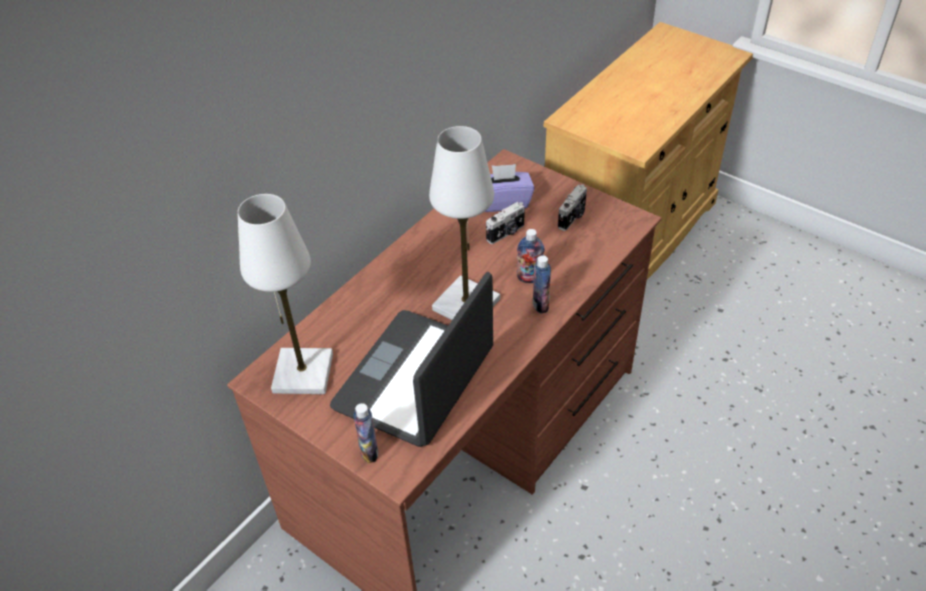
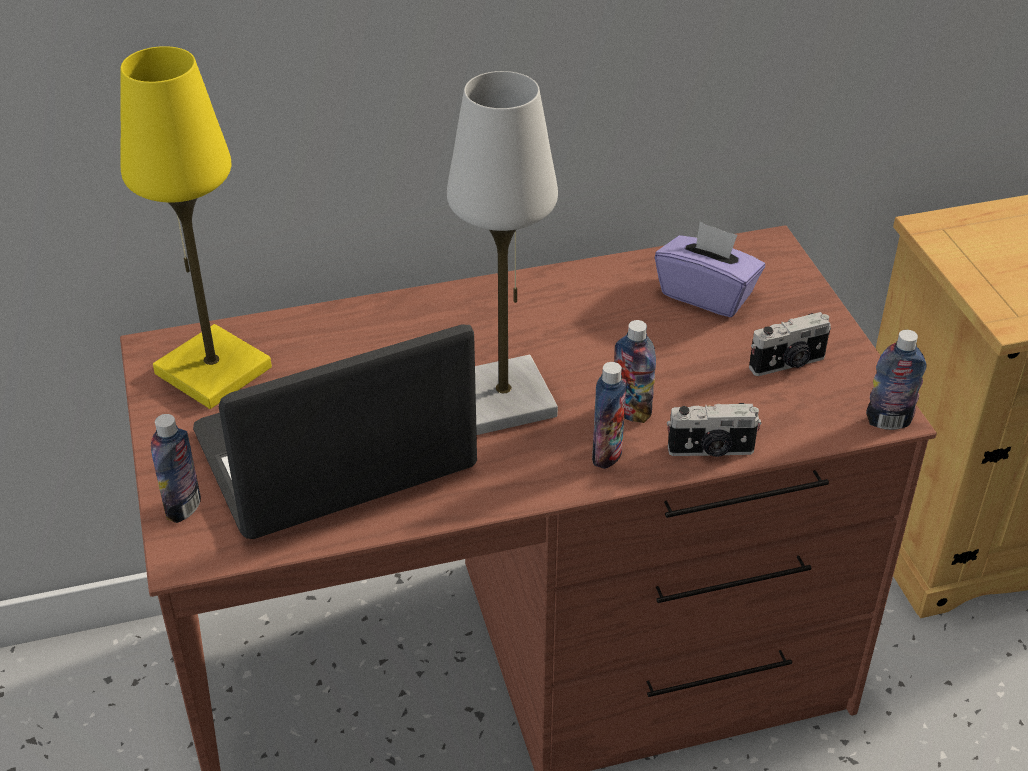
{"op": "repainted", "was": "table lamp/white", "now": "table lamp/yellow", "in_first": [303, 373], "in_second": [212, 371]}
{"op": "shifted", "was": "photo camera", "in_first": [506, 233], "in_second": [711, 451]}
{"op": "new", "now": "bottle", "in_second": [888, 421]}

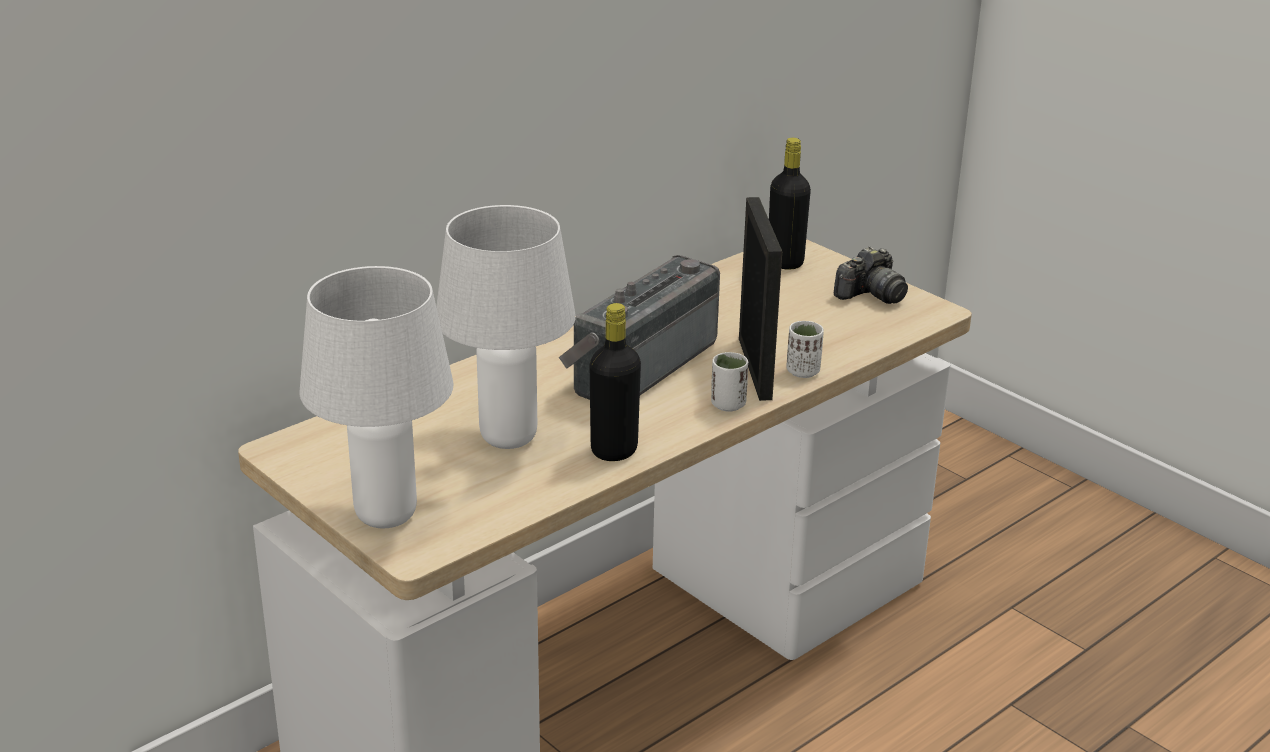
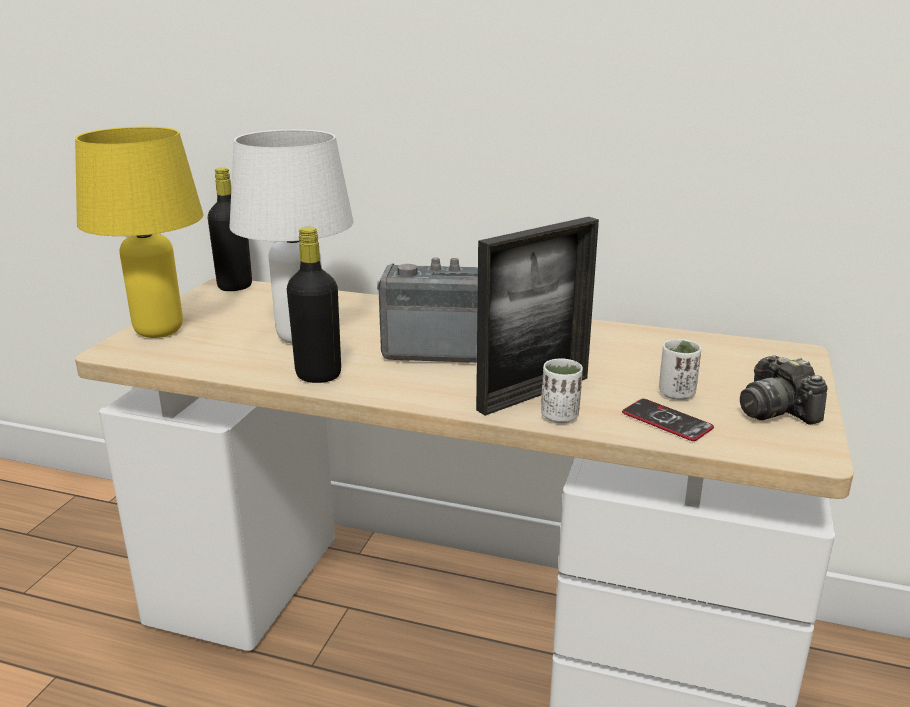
{"op": "shifted", "was": "bottle/black", "in_first": [785, 262], "in_second": [235, 286]}
{"op": "rotated", "was": "photo camera", "in_first": [871, 295], "in_second": [776, 410], "clockwise": 45}
{"op": "repainted", "was": "table lamp/white", "now": "table lamp/yellow", "in_first": [387, 514], "in_second": [160, 331]}
{"op": "shifted", "was": "cup/white", "in_first": [728, 405], "in_second": [676, 394]}
{"op": "new", "now": "phone", "in_second": [666, 421]}

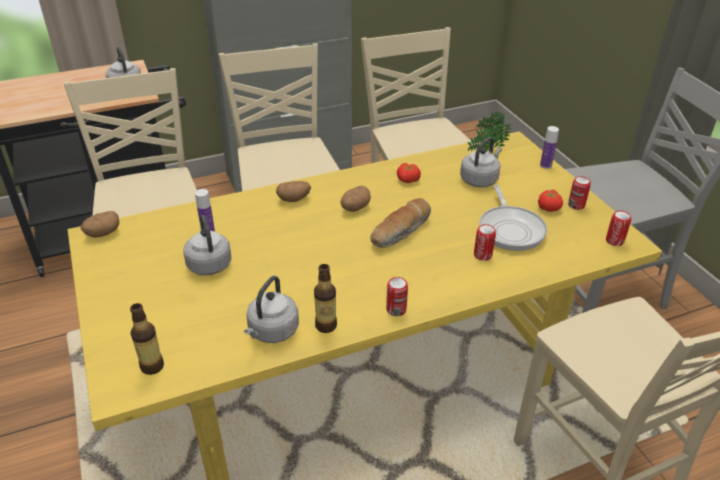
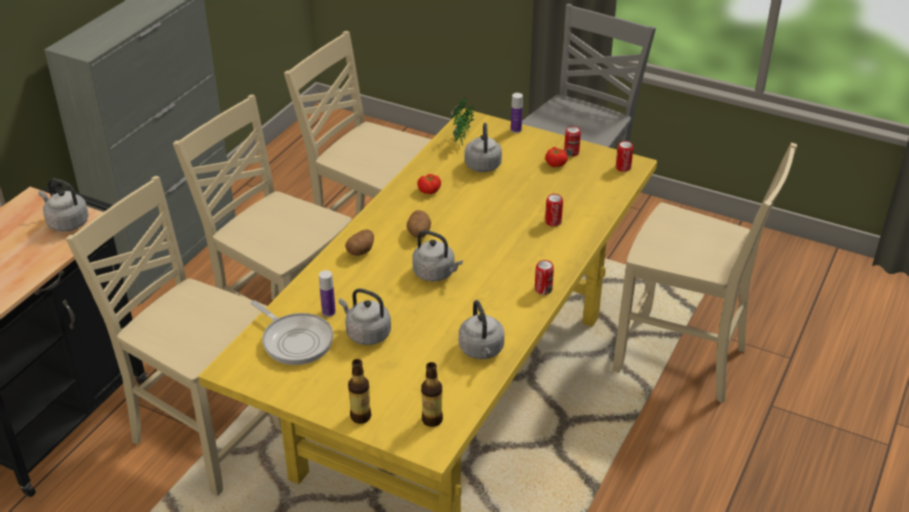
{"op": "shifted", "was": "frying pan", "in_first": [510, 229], "in_second": [295, 340]}
{"op": "gone", "was": "bread", "in_first": [401, 231]}
{"op": "gone", "was": "potato", "in_first": [103, 233]}
{"op": "shifted", "was": "bottle", "in_first": [326, 325], "in_second": [361, 416]}
{"op": "new", "now": "kettle/grey", "in_second": [436, 273]}

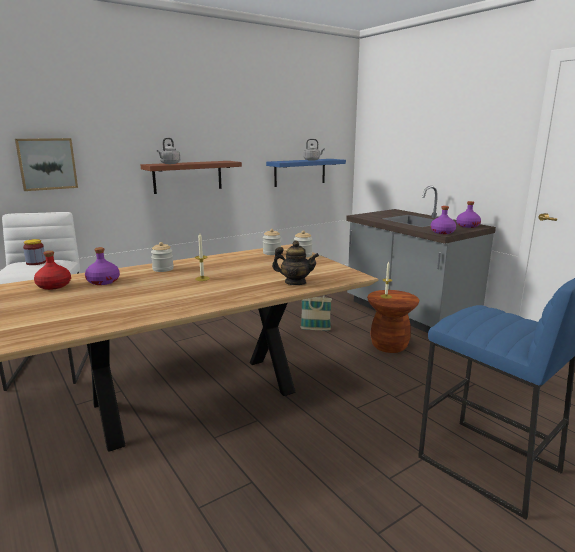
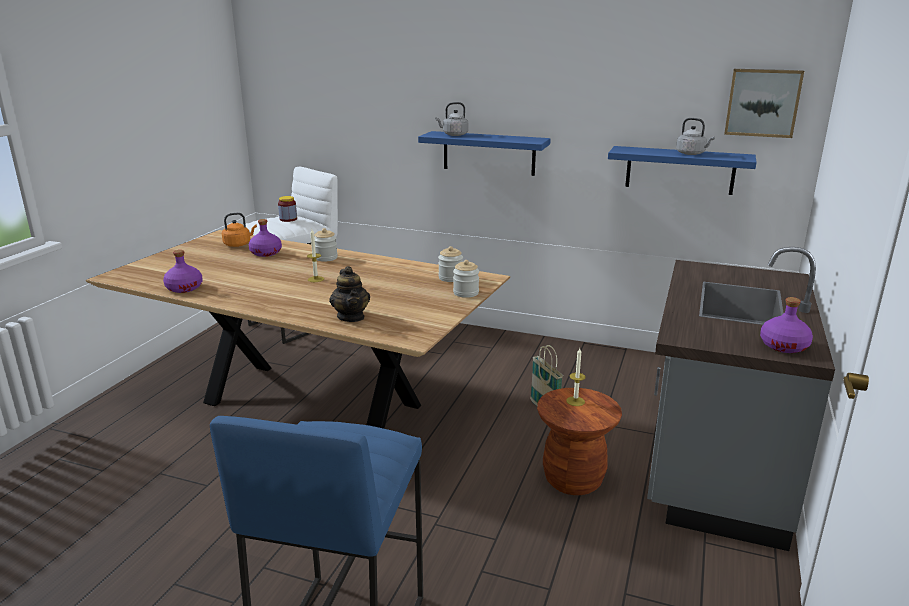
{"op": "shifted", "was": "picture", "in_first": [47, 164], "in_second": [762, 102]}
{"op": "repainted", "was": "shelf/brown", "now": "shelf/blue", "in_first": [188, 176], "in_second": [489, 153]}
{"op": "shifted", "was": "bottle/purple", "in_first": [442, 232], "in_second": [184, 288]}
{"op": "swapped", "was": "bottle/red", "now": "kettle/orange", "in_first": [54, 286], "in_second": [238, 244]}

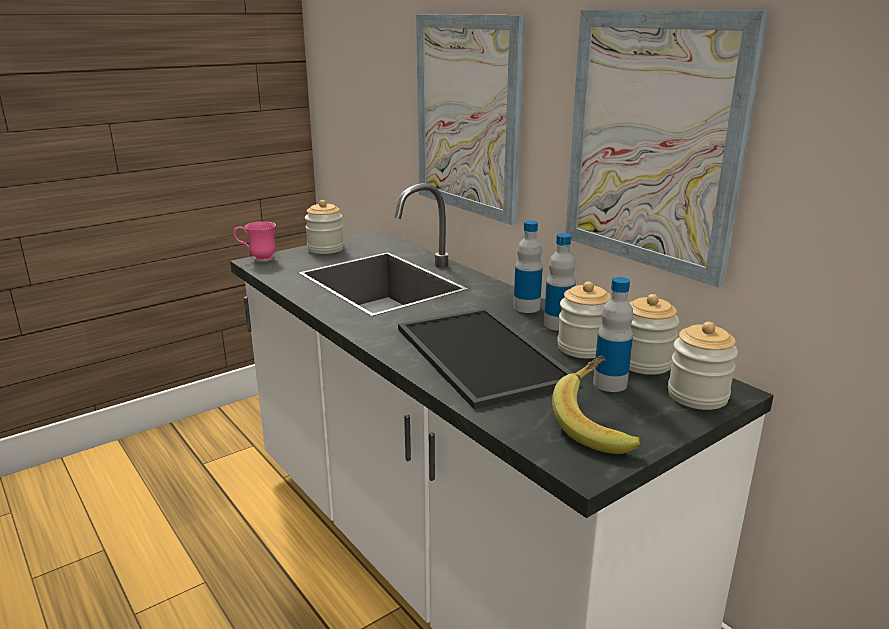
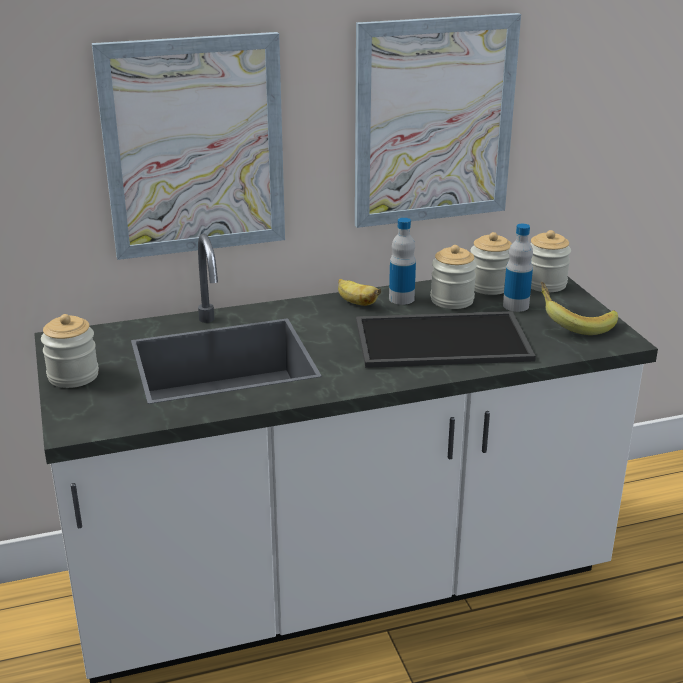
{"op": "swapped", "was": "bottle", "now": "banana", "in_first": [526, 307], "in_second": [356, 302]}
{"op": "gone", "was": "mug/pink", "in_first": [258, 259]}

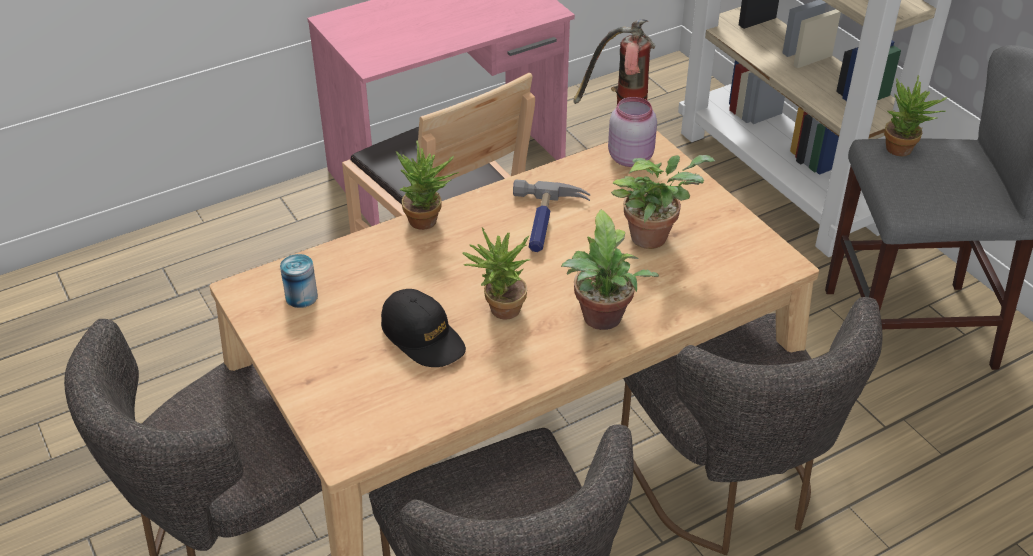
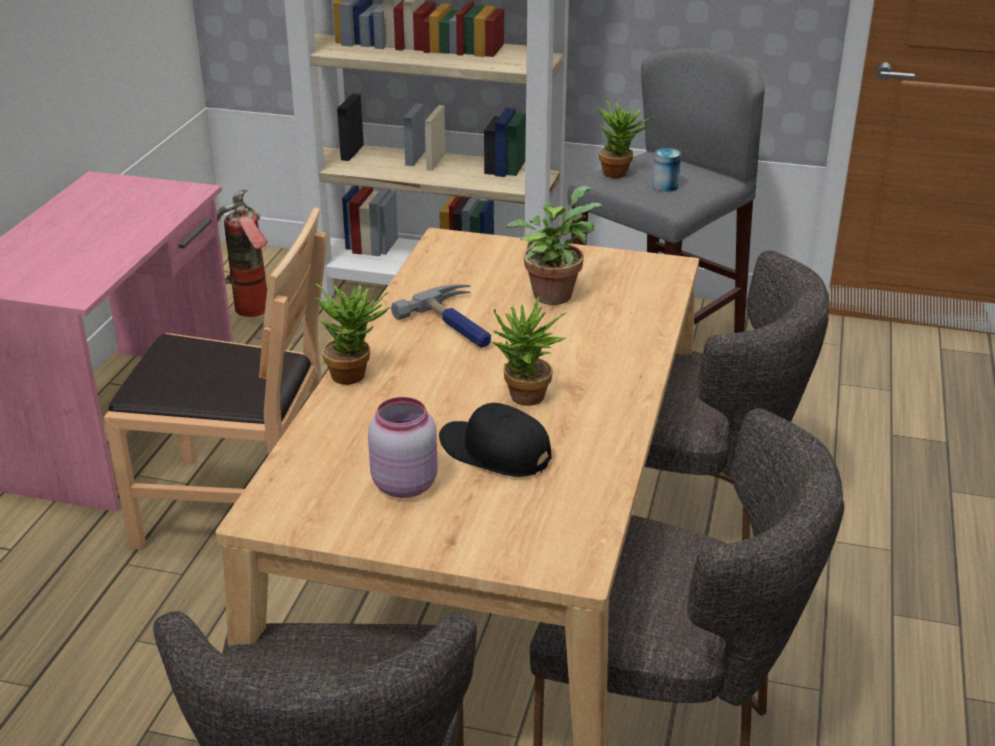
{"op": "shifted", "was": "jar/pink", "in_first": [631, 157], "in_second": [404, 483]}
{"op": "gone", "was": "potted plant", "in_first": [602, 321]}
{"op": "shifted", "was": "can", "in_first": [301, 296], "in_second": [665, 186]}
{"op": "rotated", "was": "cap/black", "in_first": [423, 337], "in_second": [495, 452], "clockwise": -150}

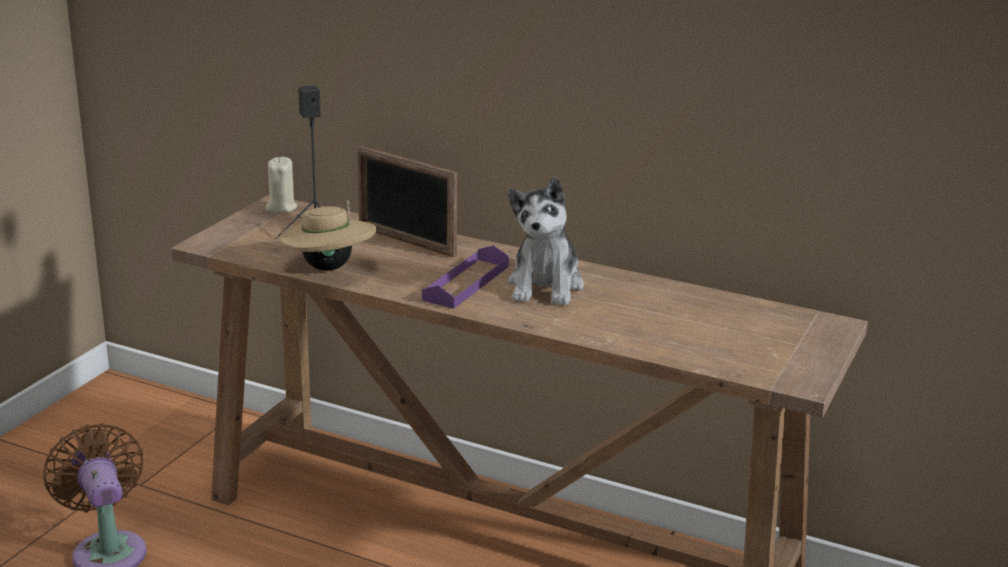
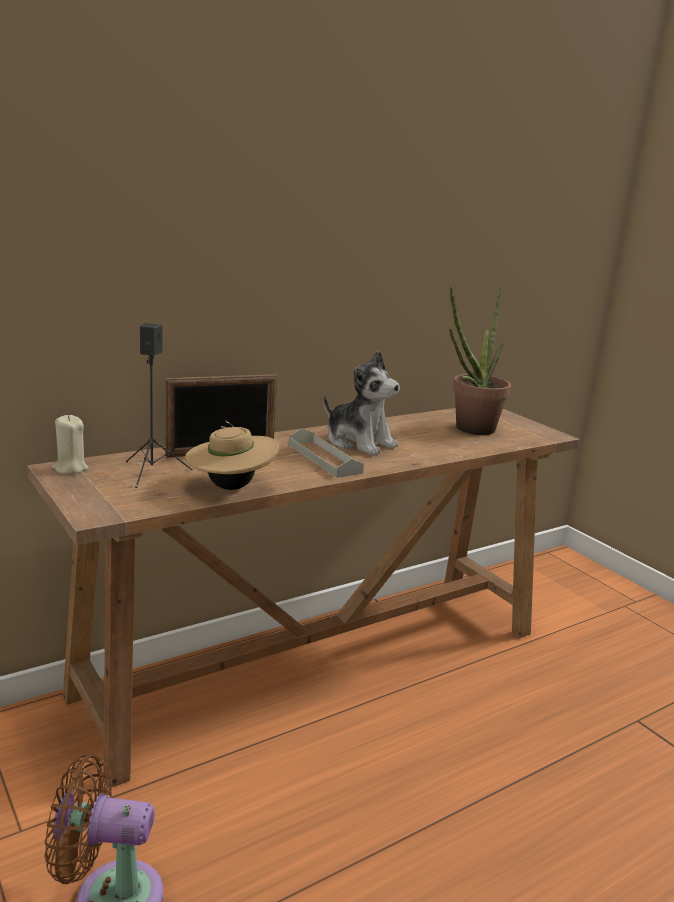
{"op": "repainted", "was": "tray/purple", "now": "tray/grey", "in_first": [466, 283], "in_second": [324, 458]}
{"op": "new", "now": "potted plant", "in_second": [469, 430]}

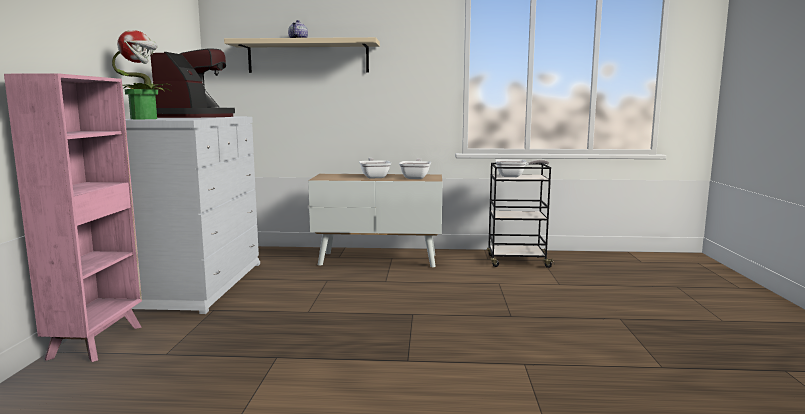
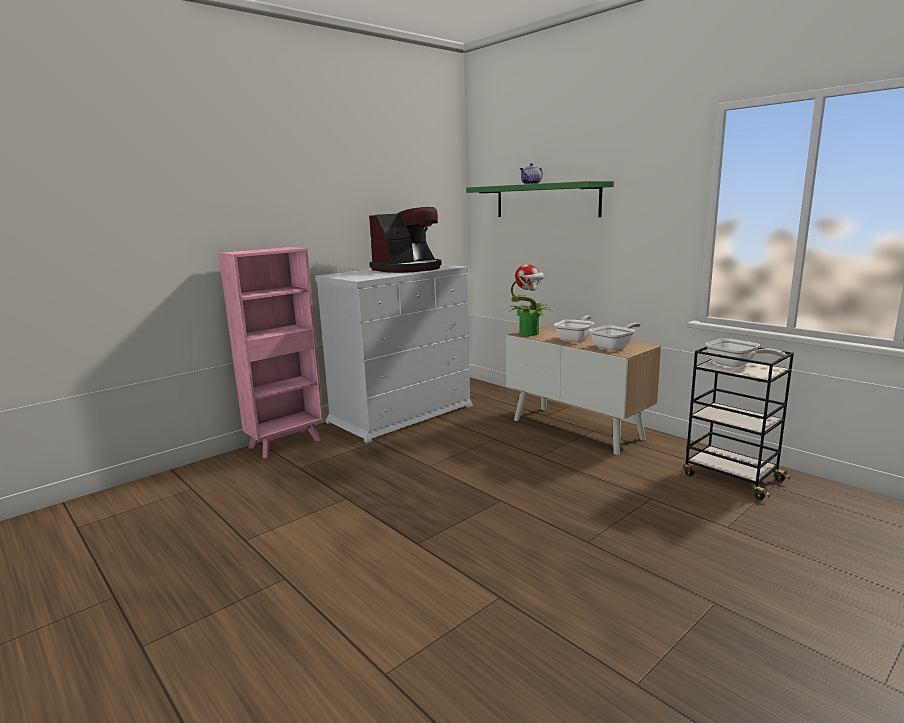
{"op": "shifted", "was": "potted plant", "in_first": [145, 119], "in_second": [530, 333]}
{"op": "repainted", "was": "shelf/beige", "now": "shelf/green", "in_first": [308, 57], "in_second": [546, 200]}

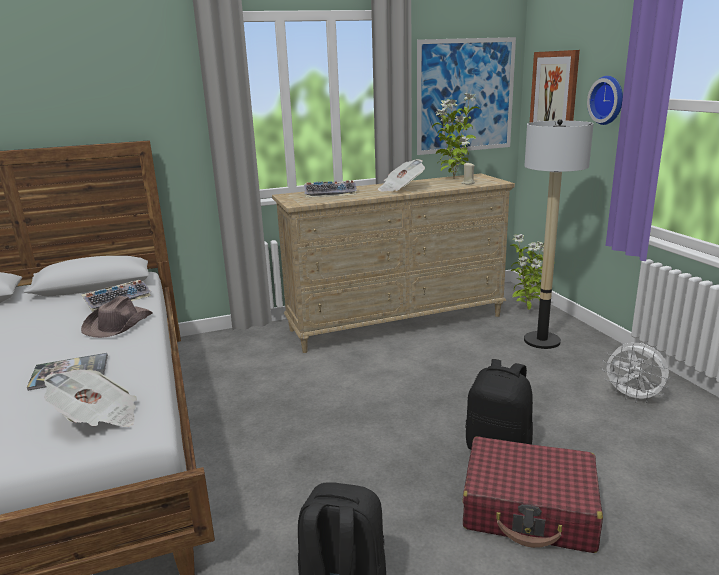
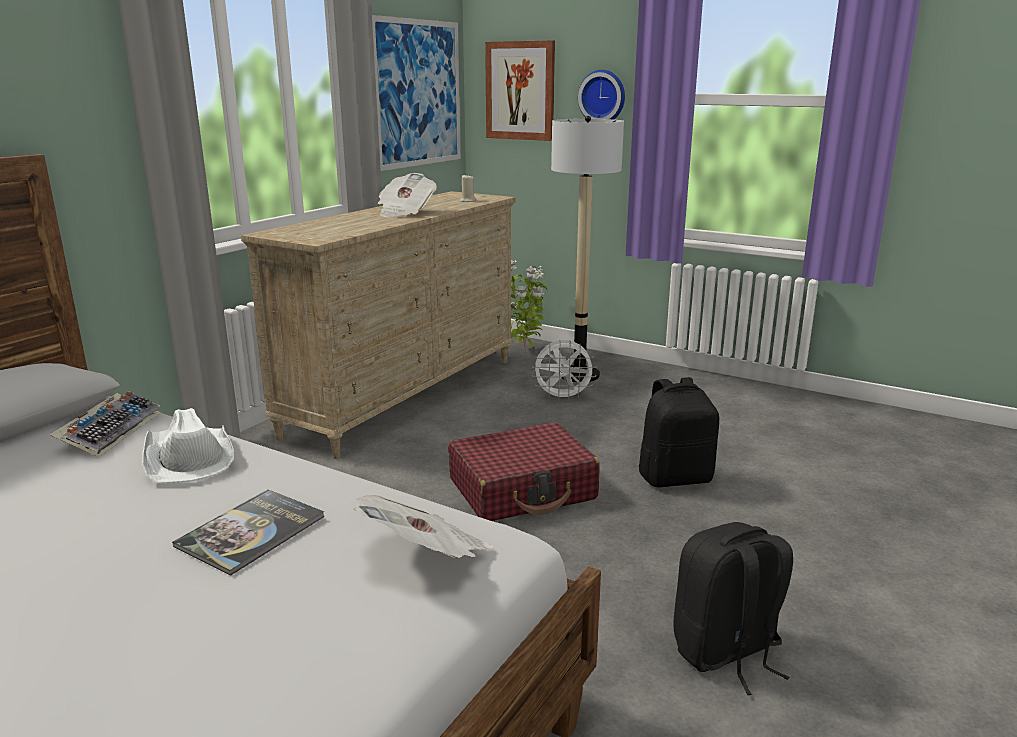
{"op": "gone", "was": "potted plant", "in_first": [453, 178]}
{"op": "gone", "was": "keyboard", "in_first": [331, 193]}
{"op": "repainted", "was": "hat/brown", "now": "hat/white", "in_first": [118, 324], "in_second": [189, 457]}
{"op": "shifted", "was": "fan/white", "in_first": [633, 397], "in_second": [563, 398]}
{"op": "shifted", "was": "suitcase/red", "in_first": [529, 509], "in_second": [523, 489]}

